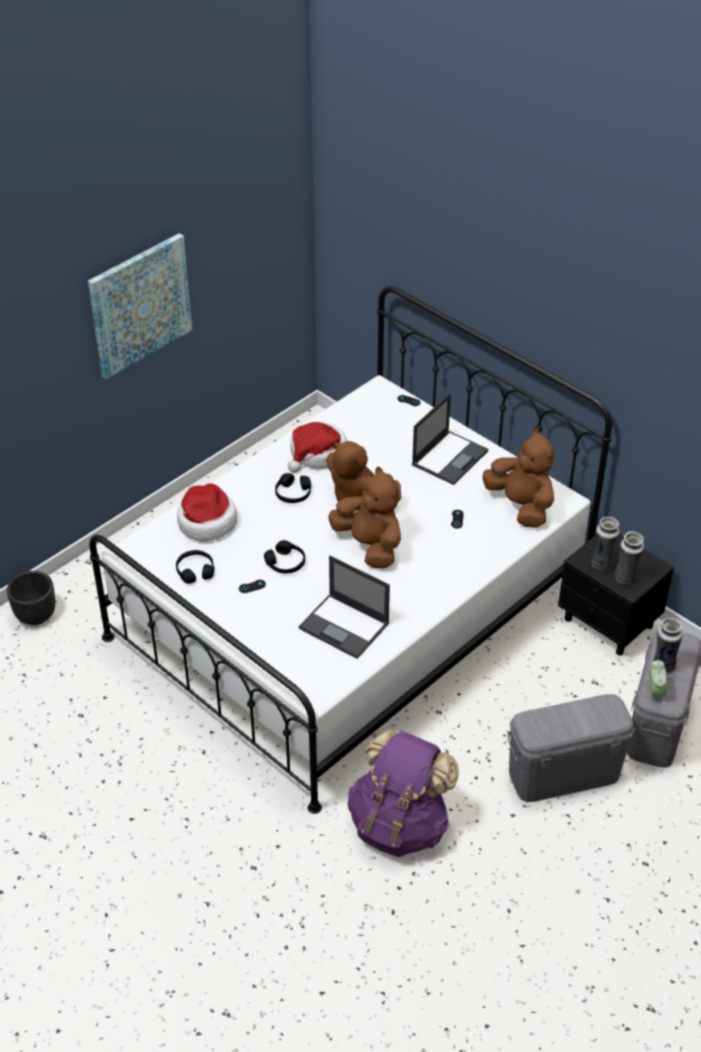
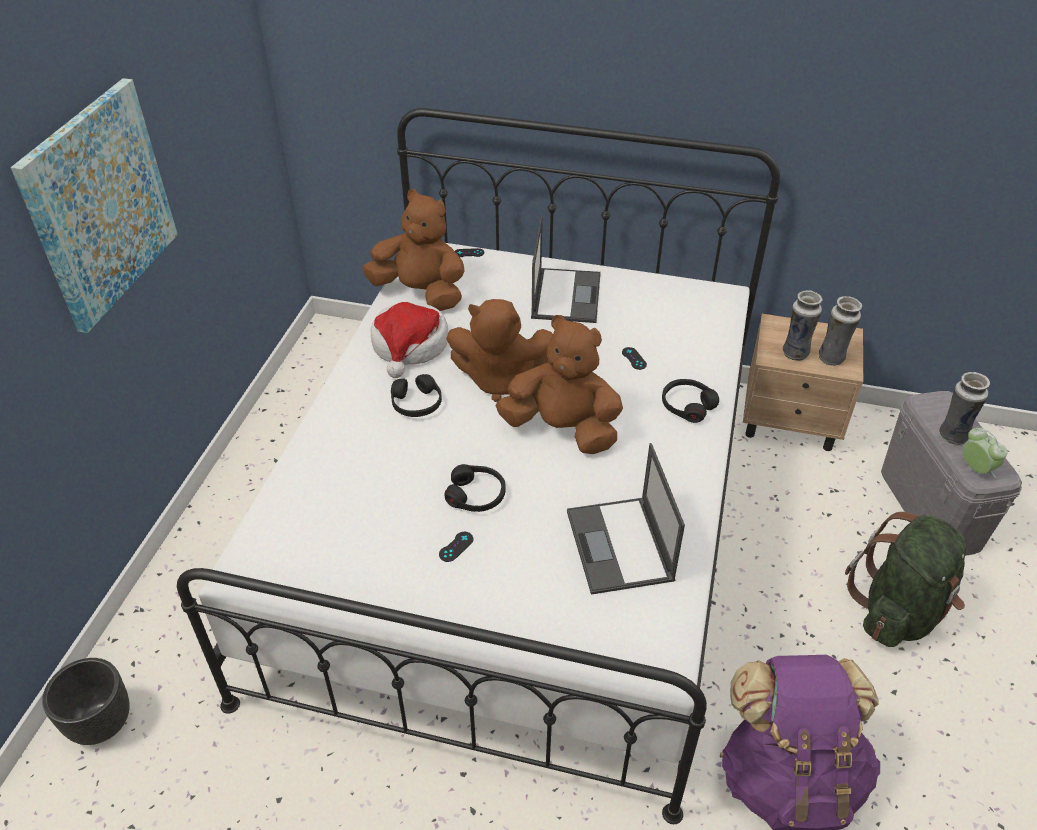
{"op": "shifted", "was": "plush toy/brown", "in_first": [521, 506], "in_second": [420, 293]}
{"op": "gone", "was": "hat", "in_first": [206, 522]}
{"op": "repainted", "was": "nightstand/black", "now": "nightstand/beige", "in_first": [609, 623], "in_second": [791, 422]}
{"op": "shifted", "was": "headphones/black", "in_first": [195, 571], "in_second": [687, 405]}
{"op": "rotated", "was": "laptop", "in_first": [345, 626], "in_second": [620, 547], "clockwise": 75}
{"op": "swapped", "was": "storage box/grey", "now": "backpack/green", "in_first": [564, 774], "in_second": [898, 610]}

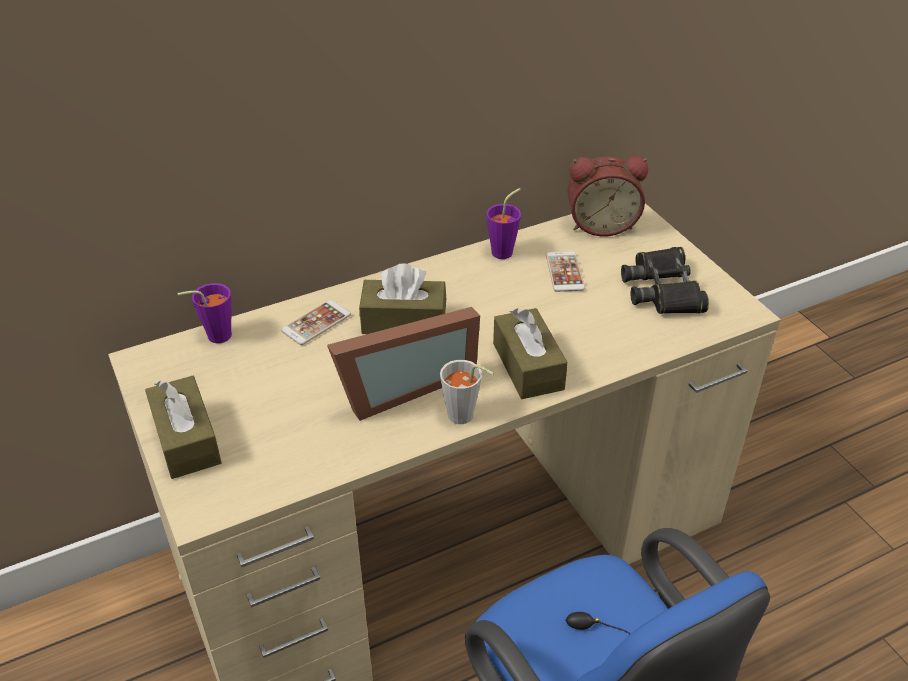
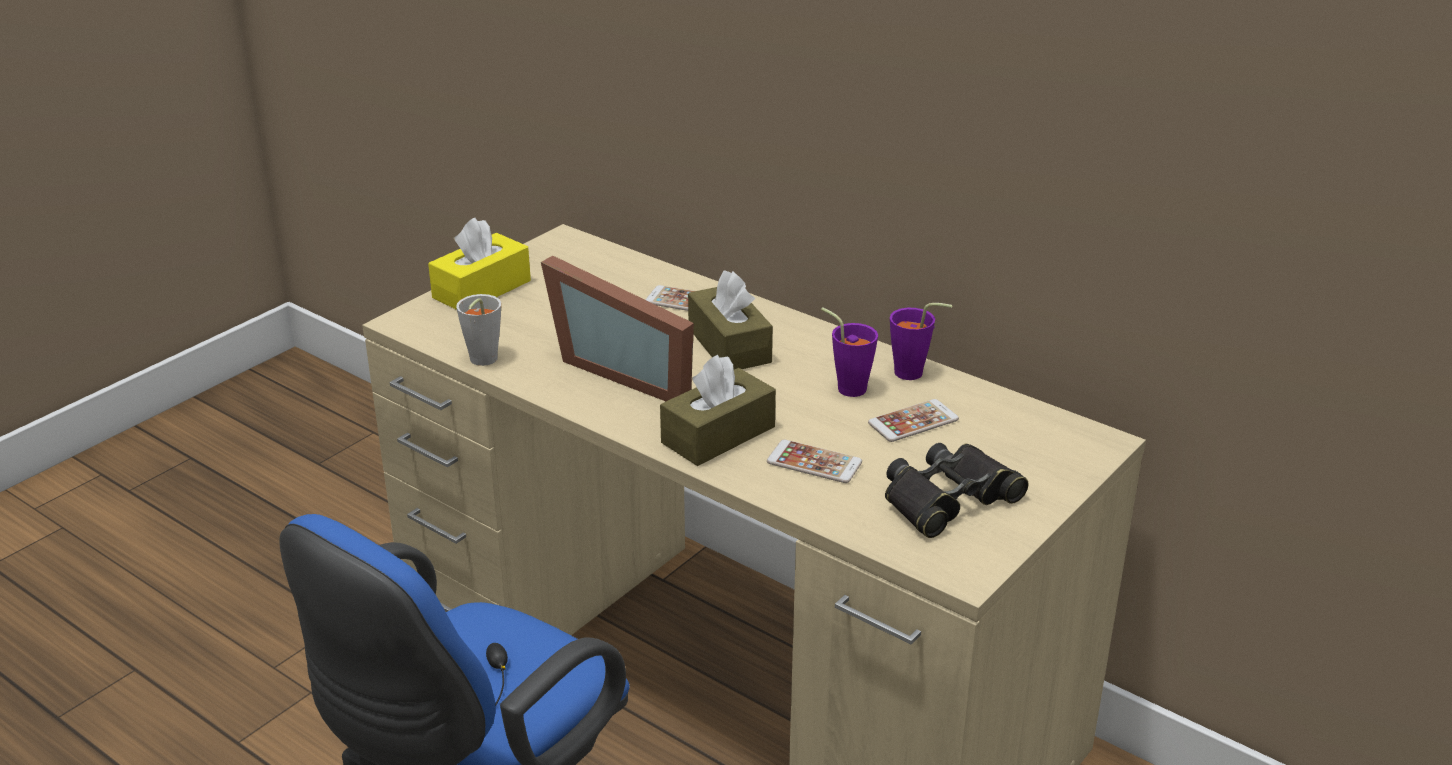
{"op": "gone", "was": "alarm clock", "in_first": [601, 224]}
{"op": "shifted", "was": "cup/purple", "in_first": [214, 336], "in_second": [846, 386]}
{"op": "shifted", "was": "cup/grey", "in_first": [465, 418], "in_second": [481, 362]}
{"op": "repainted", "was": "tissue box/brown", "now": "tissue box/yellow", "in_first": [186, 439], "in_second": [482, 289]}
{"op": "new", "now": "phone", "in_second": [814, 462]}

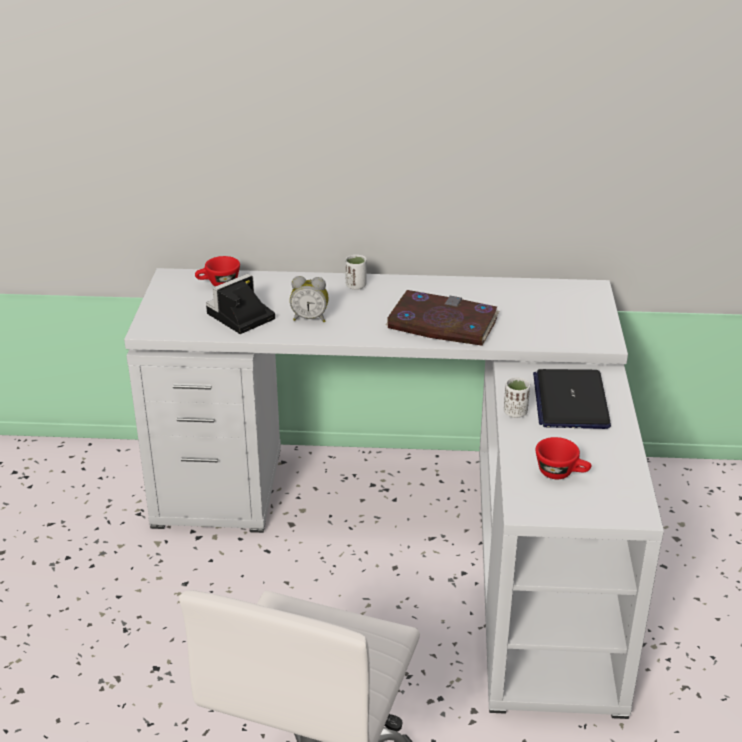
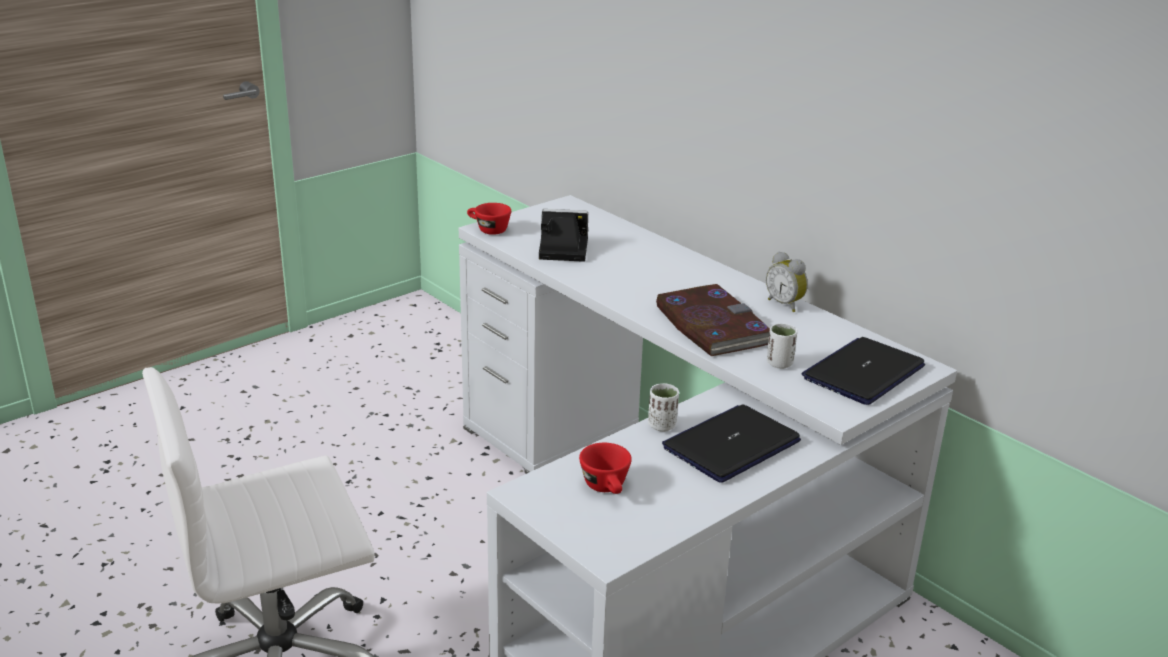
{"op": "shifted", "was": "cup/white", "in_first": [356, 286], "in_second": [779, 363]}
{"op": "shifted", "was": "cup/red", "in_first": [218, 284], "in_second": [488, 230]}
{"op": "shifted", "was": "alarm clock", "in_first": [310, 318], "in_second": [785, 304]}
{"op": "new", "now": "laptop", "in_second": [863, 372]}

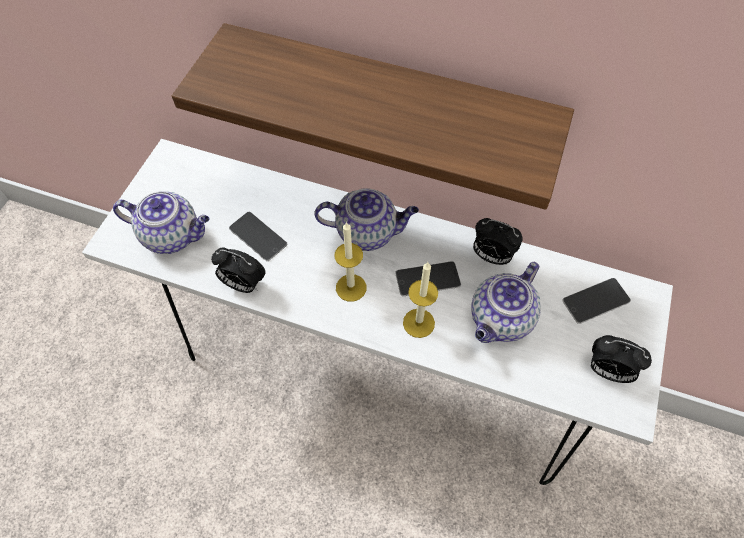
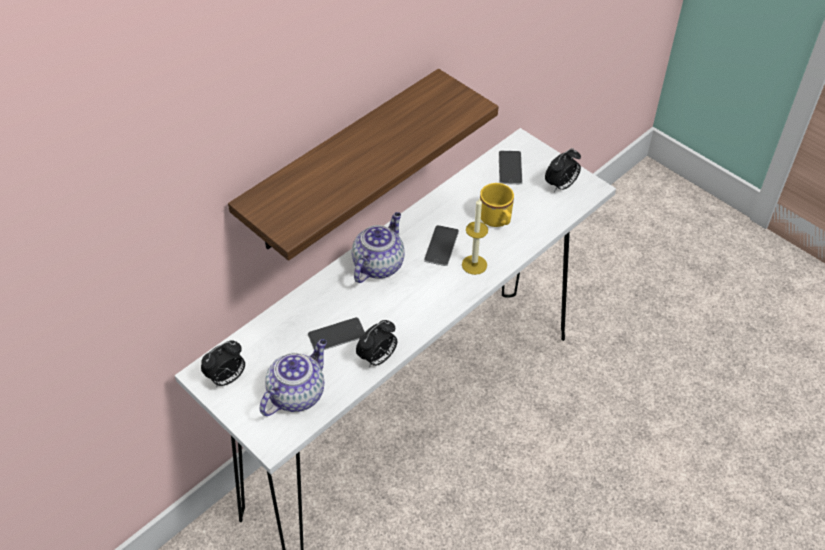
{"op": "shifted", "was": "alarm clock", "in_first": [491, 256], "in_second": [227, 378]}
{"op": "gone", "was": "candle", "in_first": [351, 287]}
{"op": "swapped", "was": "teapot", "now": "mug/yellow", "in_first": [500, 320], "in_second": [497, 221]}

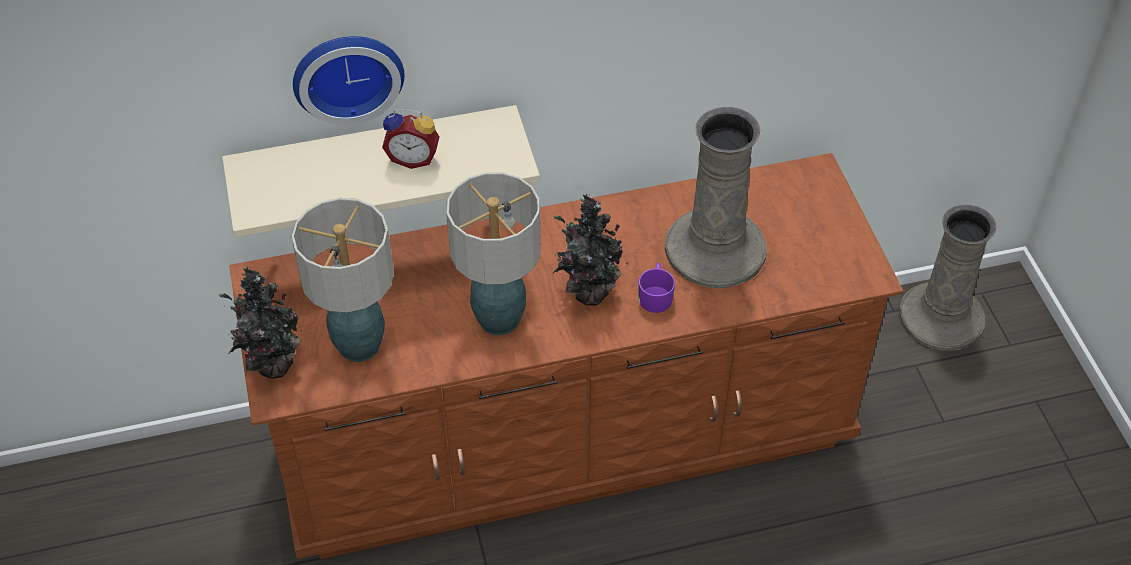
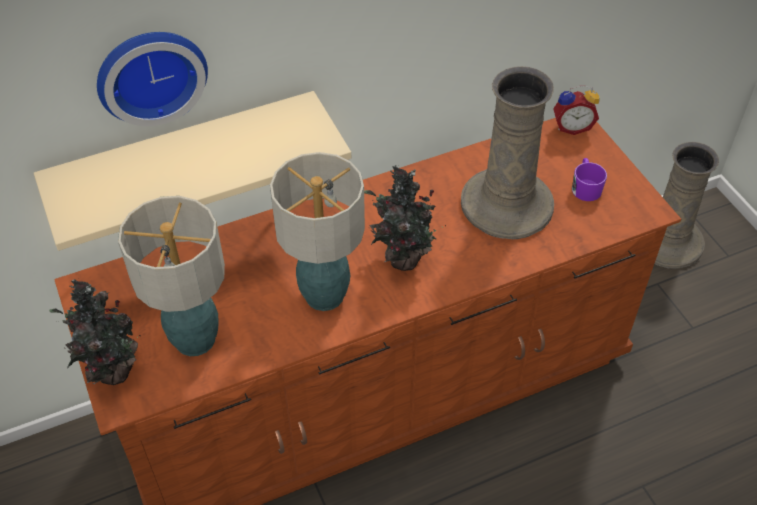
{"op": "shifted", "was": "alarm clock", "in_first": [413, 158], "in_second": [572, 127]}
{"op": "shifted", "was": "mug/purple", "in_first": [655, 296], "in_second": [585, 187]}

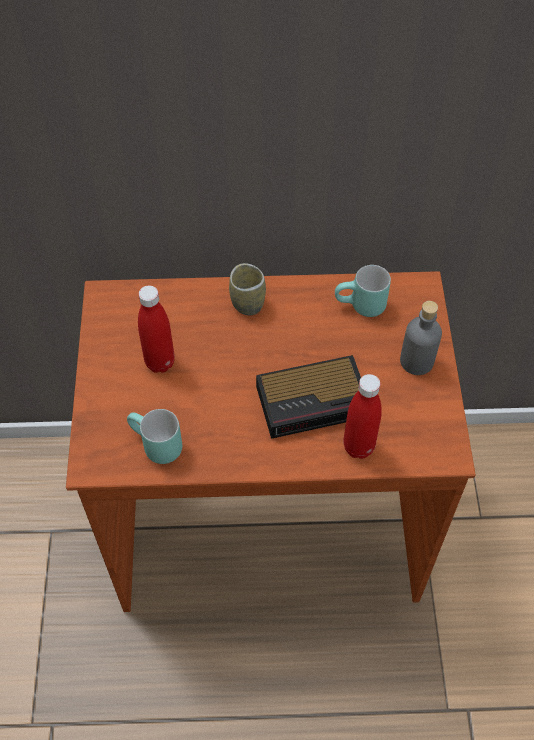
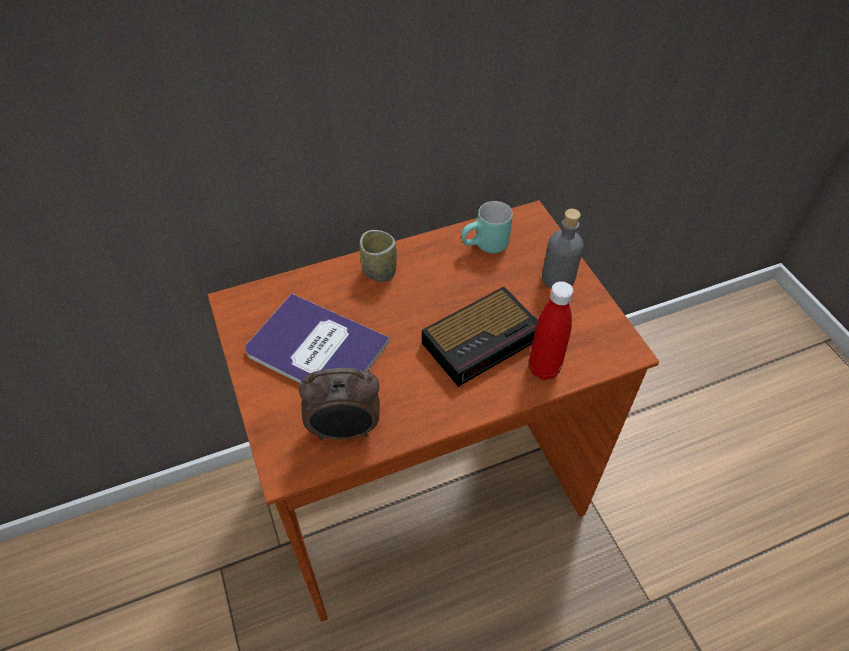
{"op": "swapped", "was": "bottle/red", "now": "book", "in_first": [160, 362], "in_second": [316, 348]}
{"op": "swapped", "was": "mug/turquoise", "now": "alarm clock", "in_first": [154, 447], "in_second": [345, 431]}

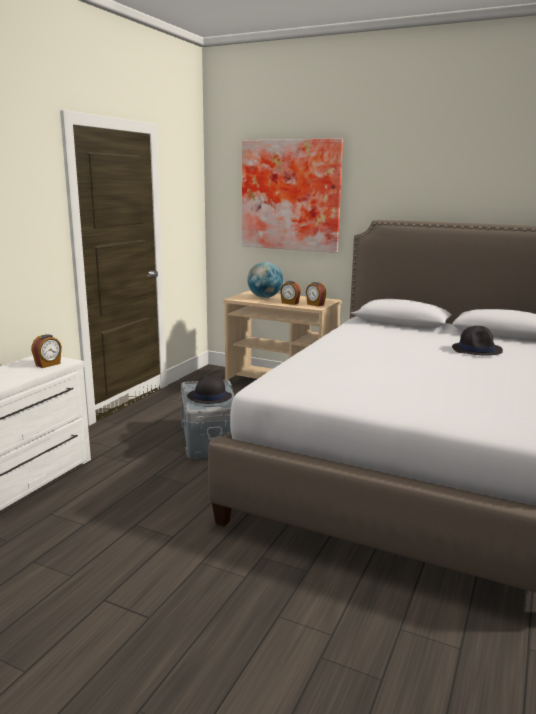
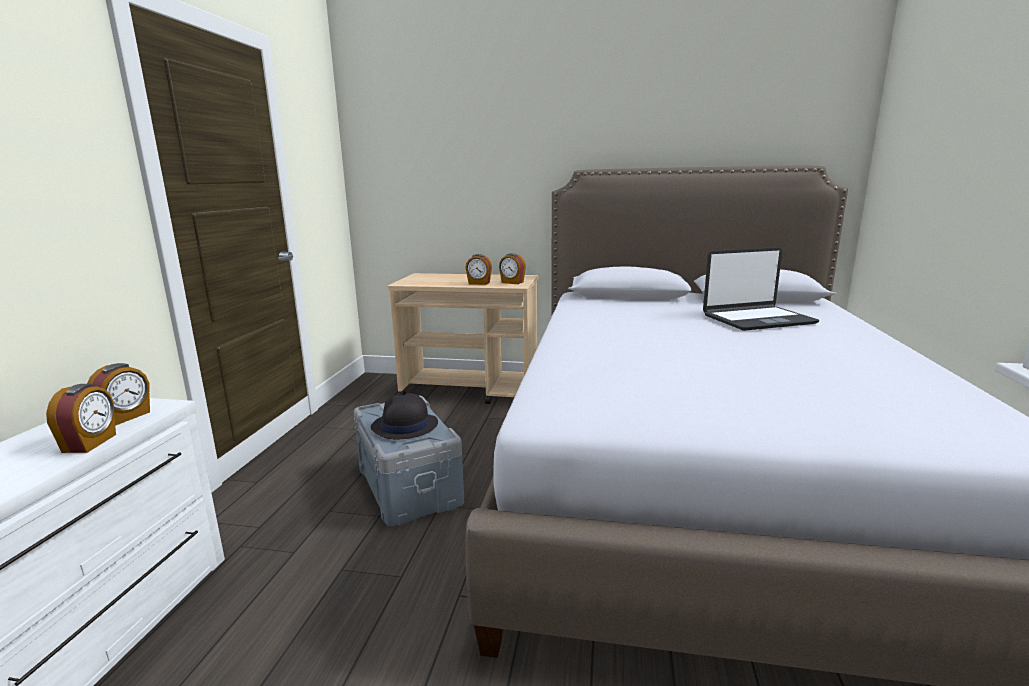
{"op": "gone", "was": "picture", "in_first": [291, 195]}
{"op": "gone", "was": "globe", "in_first": [264, 297]}
{"op": "swapped", "was": "hat/black", "now": "laptop", "in_first": [477, 350], "in_second": [757, 319]}
{"op": "new", "now": "alarm clock", "in_second": [91, 443]}

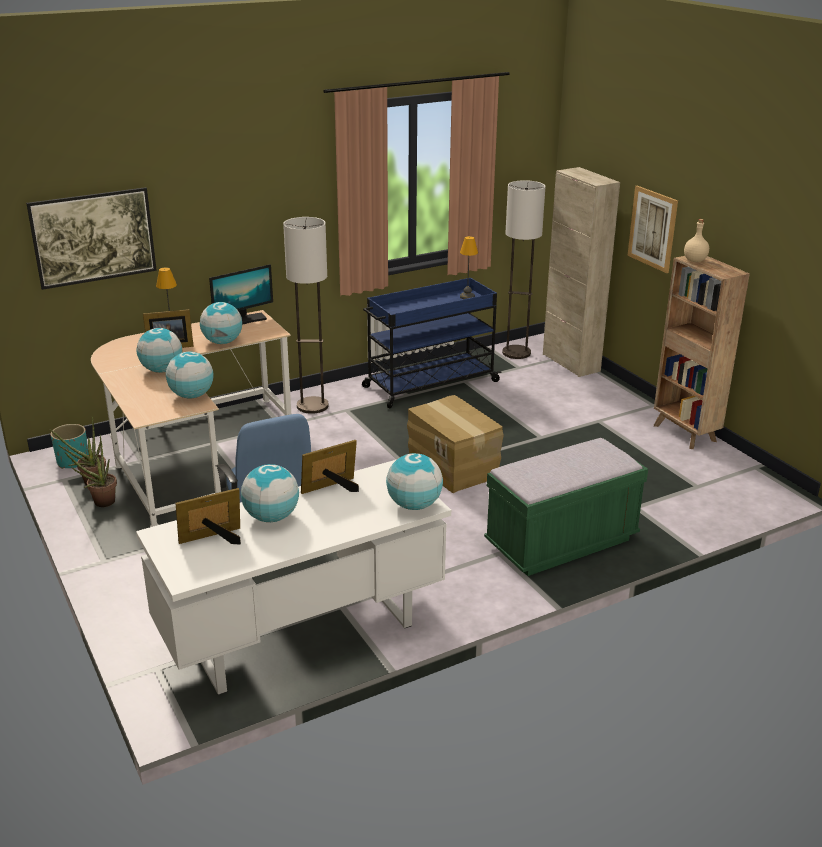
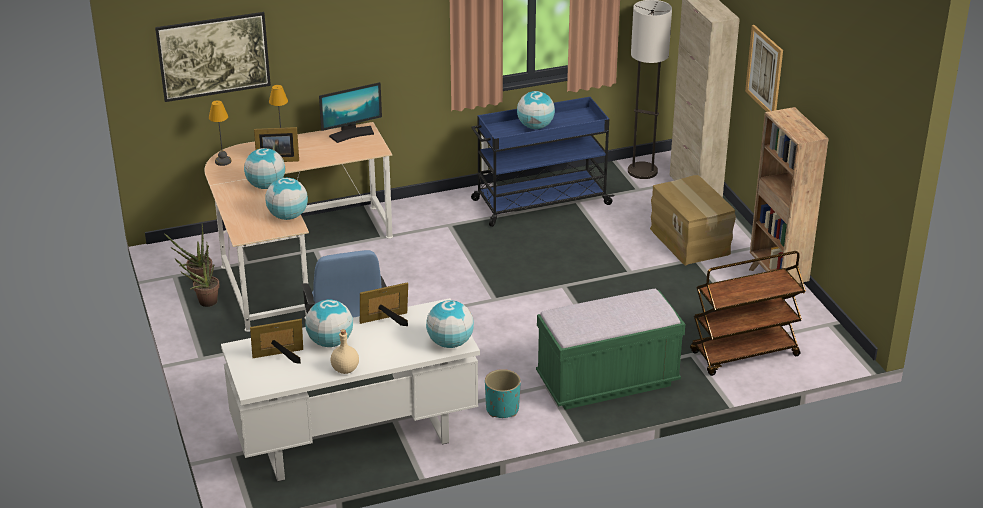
{"op": "gone", "was": "floor lamp", "in_first": [312, 406]}
{"op": "shifted", "was": "bottle/beige", "in_first": [695, 260], "in_second": [345, 370]}
{"op": "shifted", "was": "table lamp", "in_first": [467, 297], "in_second": [222, 161]}
{"op": "shifted", "was": "globe", "in_first": [222, 342], "in_second": [535, 126]}
{"op": "shifted", "was": "cardboard box", "in_first": [454, 466], "in_second": [690, 241]}
{"op": "shifted", "was": "planter/turquoise", "in_first": [73, 462], "in_second": [502, 409]}
{"op": "new", "now": "cart/brown", "in_second": [744, 354]}

